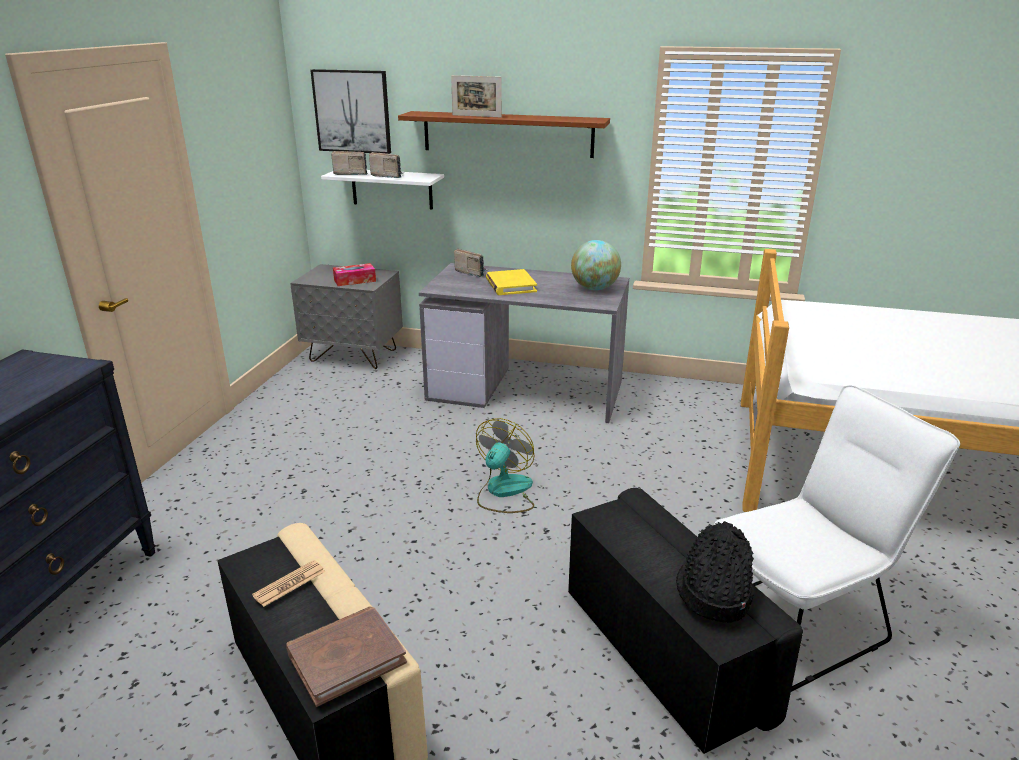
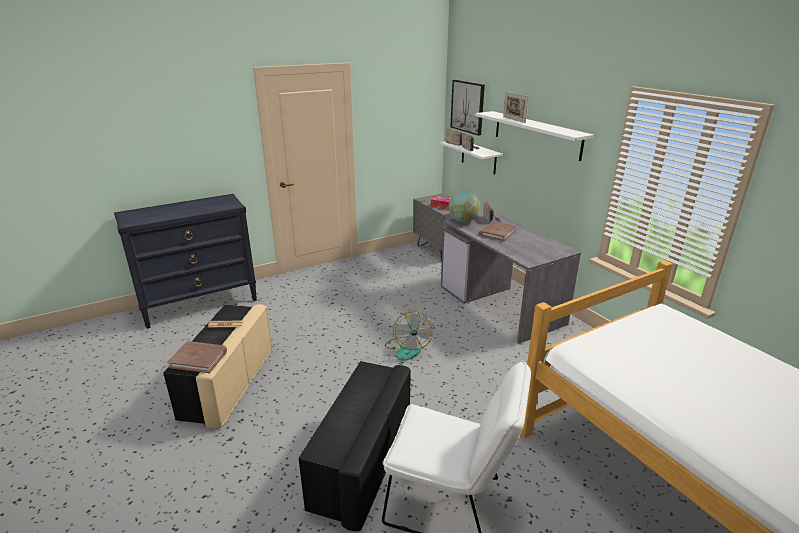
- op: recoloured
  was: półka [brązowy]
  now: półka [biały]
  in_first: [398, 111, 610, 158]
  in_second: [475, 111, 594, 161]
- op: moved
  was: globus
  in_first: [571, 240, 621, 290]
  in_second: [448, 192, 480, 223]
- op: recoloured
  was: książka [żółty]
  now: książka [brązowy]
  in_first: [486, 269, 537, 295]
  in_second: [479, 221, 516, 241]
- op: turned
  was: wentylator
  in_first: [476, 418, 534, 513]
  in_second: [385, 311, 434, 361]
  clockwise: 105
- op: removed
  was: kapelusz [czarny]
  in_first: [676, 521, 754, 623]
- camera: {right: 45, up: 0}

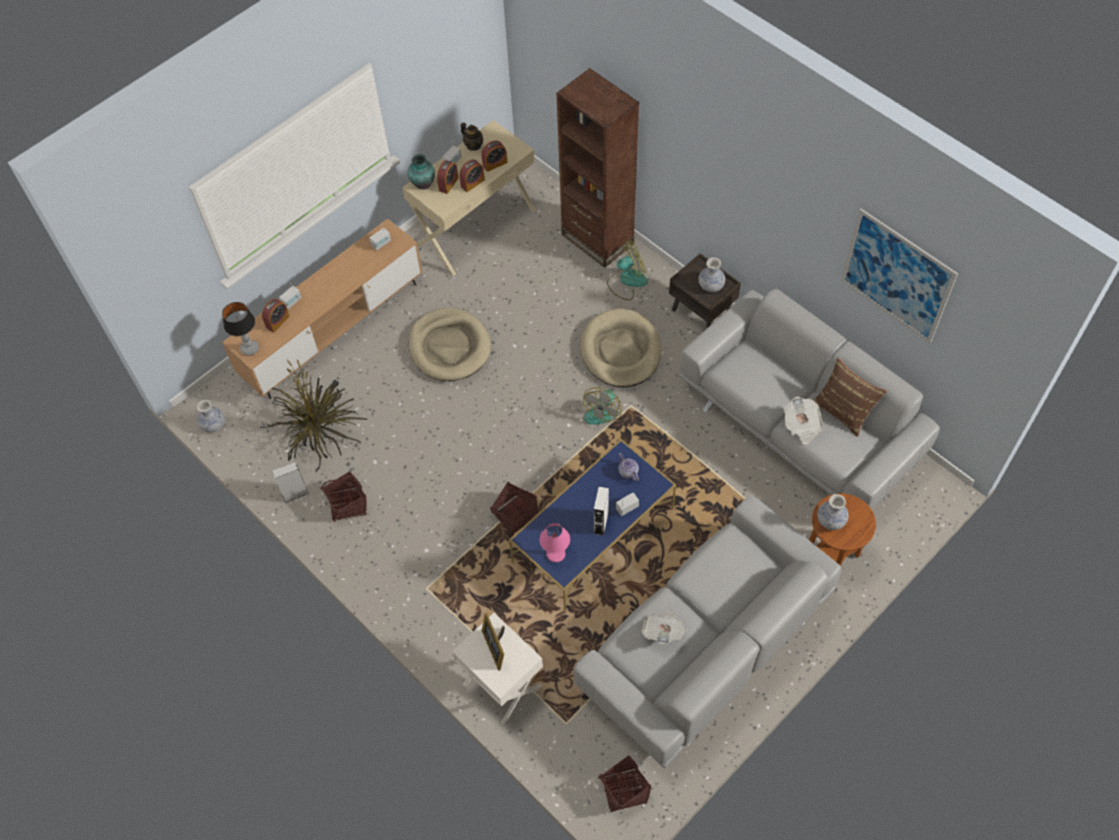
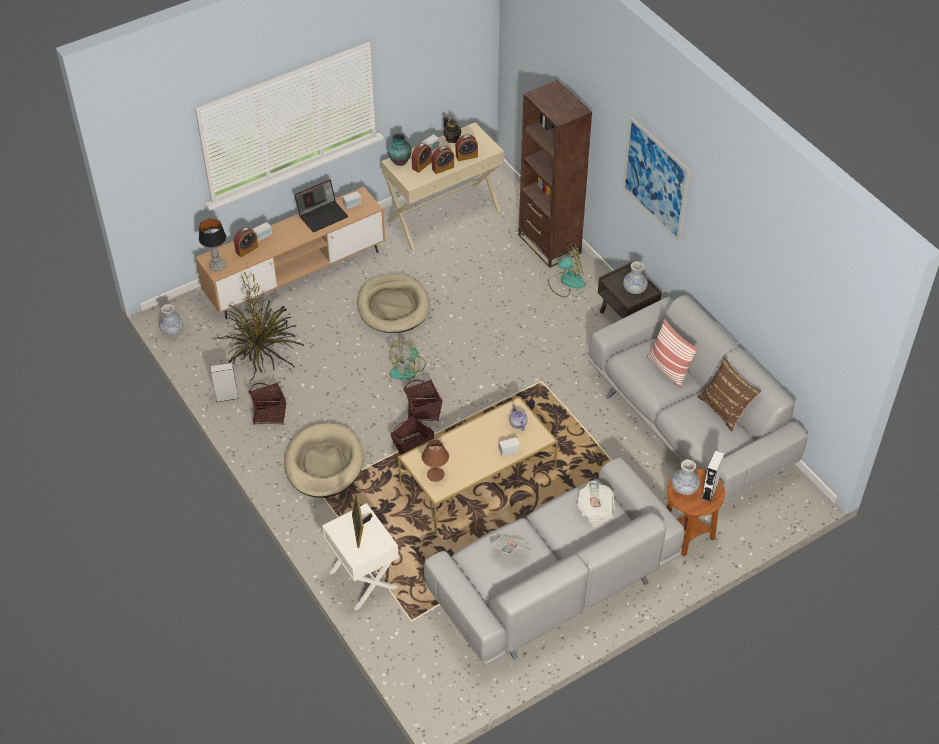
- op: moved
  was: obraz
  in_first: [841, 209, 958, 343]
  in_second: [622, 116, 690, 242]
- op: moved
  was: legowisko [beżowy]
  in_first: [581, 309, 661, 387]
  in_second: [284, 423, 364, 498]
- op: moved
  was: wentylator
  in_first: [583, 387, 622, 425]
  in_second: [389, 342, 426, 379]
- op: moved
  was: gazeta
  in_first: [784, 396, 823, 445]
  in_second: [577, 481, 615, 528]
- op: recoloured
  was: ława [niebieski]
  now: ława [beżowy]
  in_first: [509, 439, 677, 611]
  in_second: [398, 396, 558, 532]
- op: moved
  was: głośnik [biały]
  in_first: [594, 487, 609, 536]
  in_second: [701, 450, 724, 502]
- op: recoloured
  was: lampa stołowa [różowy]
  now: lampa stołowa [brązowy]
  in_first: [539, 523, 570, 563]
  in_second: [422, 439, 449, 482]
- op: moved
  was: koszyk
  in_first: [598, 755, 651, 813]
  in_second: [403, 380, 442, 422]
- op: added
  now: laptop
  in_second: [294, 179, 348, 232]
- op: added
  now: poduszka
  in_second: [647, 319, 698, 387]
- camera: {right: 10, up: -10}

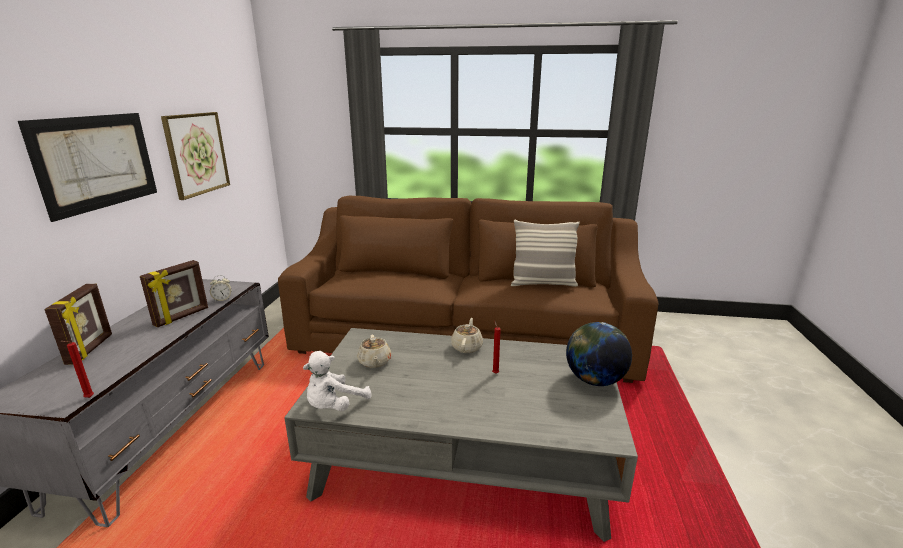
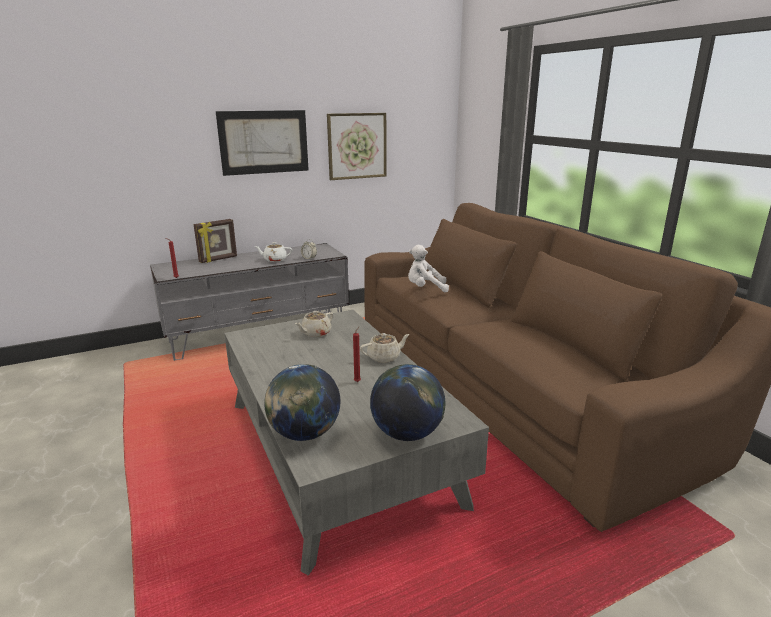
- op: removed
  was: poduszka
  in_first: [511, 220, 580, 287]
- op: replaced
  was: ramka na zdjęcie
  now: imbryk [biały]
  in_first: [140, 260, 208, 327]
  in_second: [254, 242, 292, 262]
- op: moved
  was: pluszak [biały]
  in_first: [303, 351, 372, 411]
  in_second: [408, 245, 449, 292]
- op: added
  now: globus
  in_second: [264, 364, 341, 441]
- camera: {right: 55, up: 0}

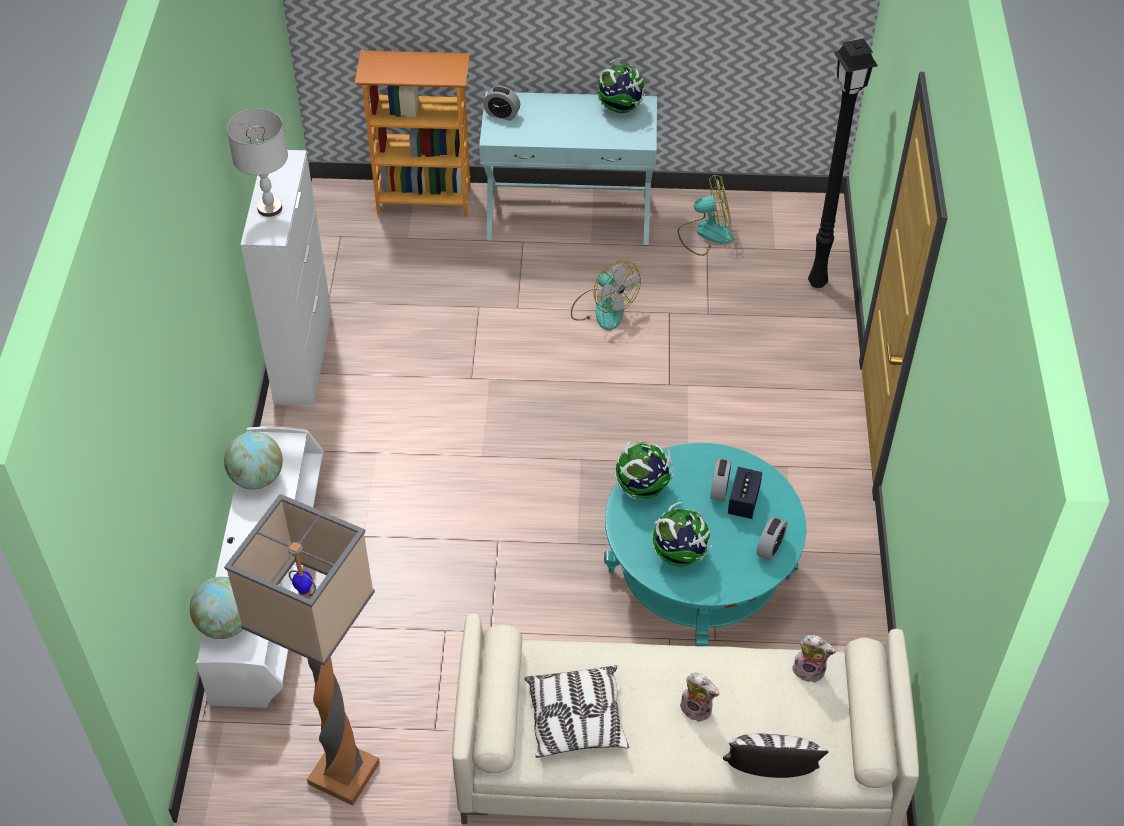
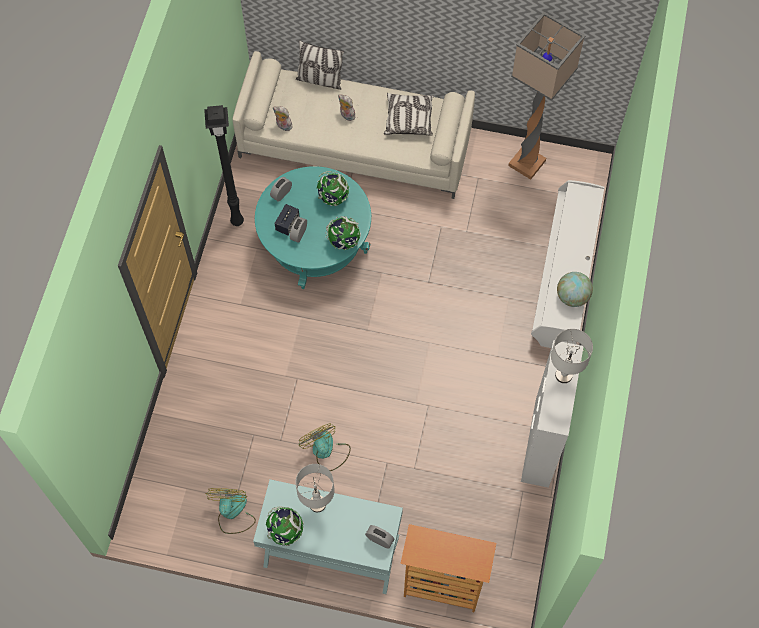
- op: moved
  was: lampa stojąca [czarny]
  in_first: [808, 39, 878, 288]
  in_second: [204, 105, 244, 226]
- op: turned
  was: wentylator
  in_first: [678, 175, 734, 256]
  in_second: [206, 488, 256, 534]
  clockwise: 90
- op: removed
  was: globus
  in_first: [190, 577, 244, 639]
- op: added
  now: lampa stołowa [szary]
  in_second: [295, 464, 335, 512]
- camera: {right: -170, up: 15}

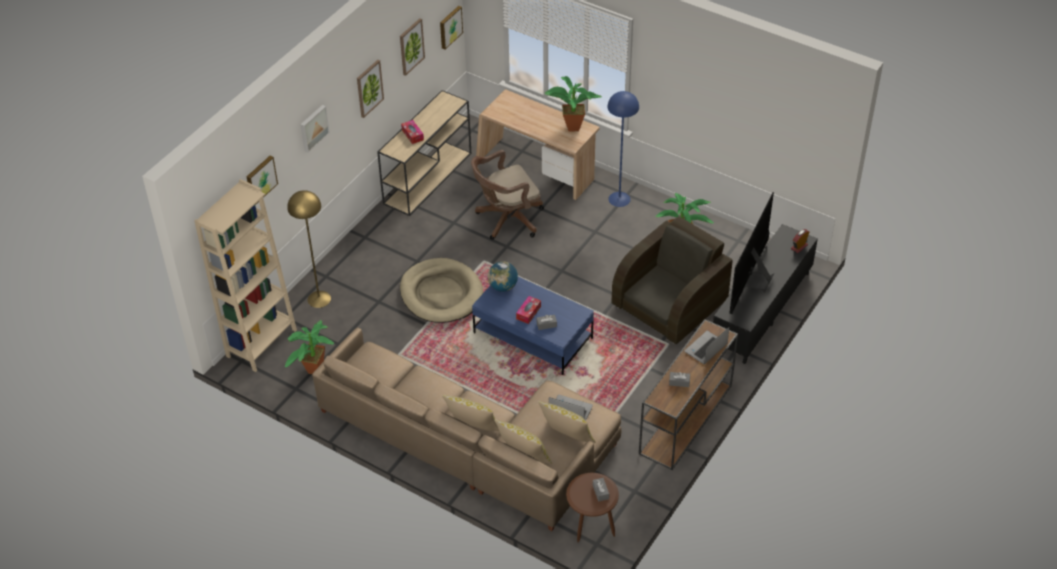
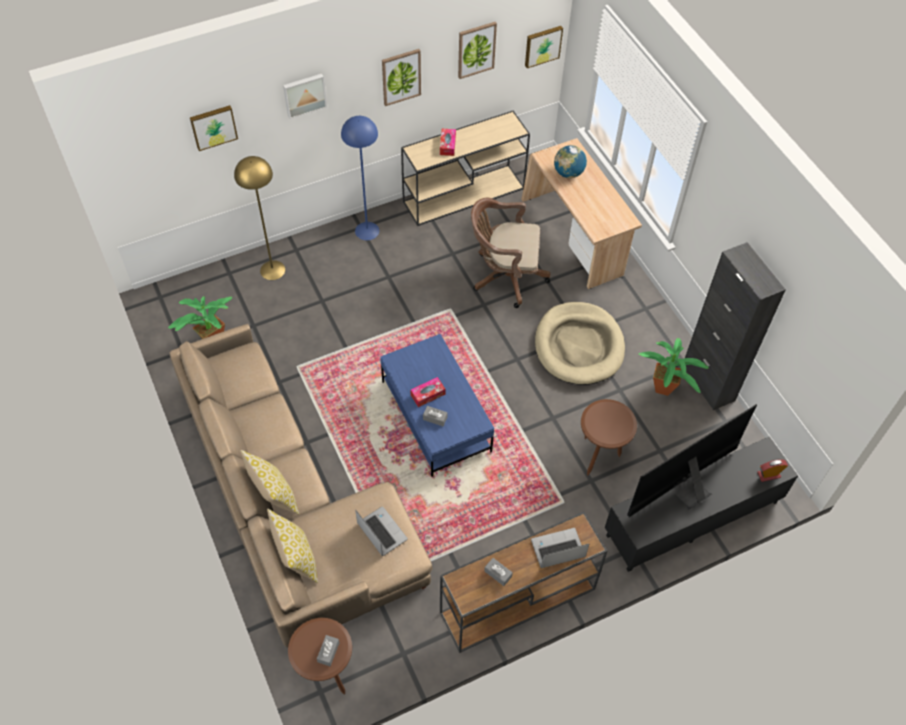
- op: removed
  was: roślina doniczkowa
  in_first: [544, 76, 602, 132]
- op: moved
  was: lampa stojąca [niebieski]
  in_first: [607, 91, 639, 207]
  in_second: [341, 116, 379, 240]
- op: removed
  was: regał [beżowy]
  in_first: [194, 179, 297, 372]
- op: replaced
  was: fotel [brązowy]
  now: stolik [brązowy]
  in_first: [612, 216, 733, 344]
  in_second: [581, 399, 637, 475]
- op: moved
  was: legowisko [beżowy]
  in_first: [400, 258, 484, 323]
  in_second: [535, 302, 625, 385]
- op: moved
  was: globus
  in_first: [488, 261, 518, 292]
  in_second: [554, 145, 587, 178]
- op: removed
  was: poduszka
  in_first: [538, 401, 595, 443]
- op: added
  now: szafka [czarny]
  in_second: [685, 242, 786, 410]
- camera: {right: 30, up: 10}

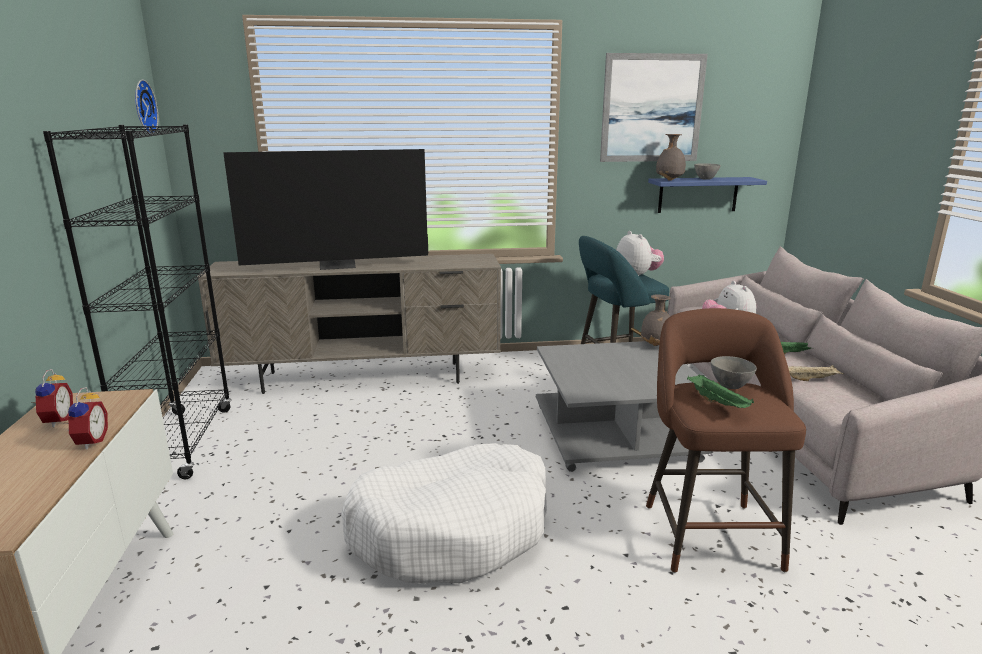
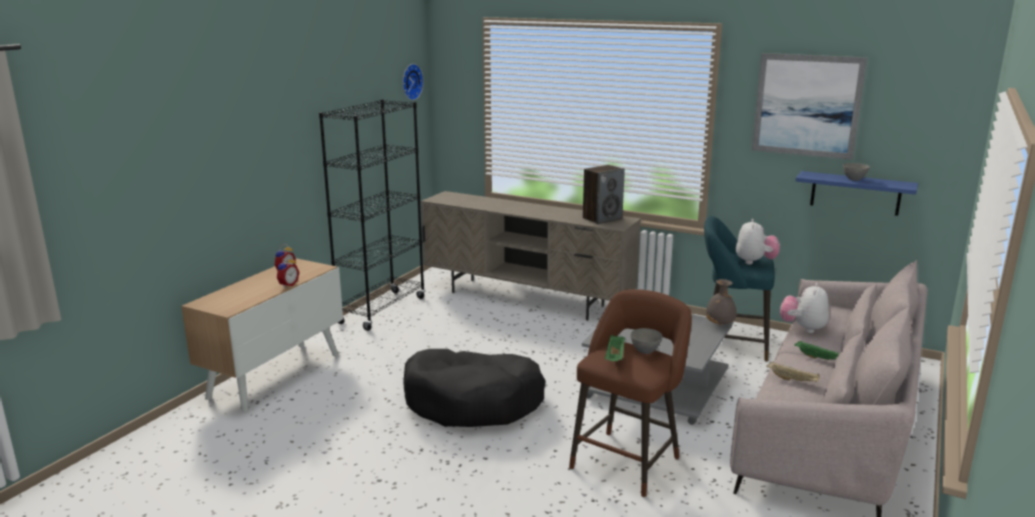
- op: removed
  was: wazon [szary]
  in_first: [656, 134, 686, 181]
- op: removed
  was: telewizor
  in_first: [223, 149, 428, 270]
- op: recoloured
  was: legowisko [biały]
  now: legowisko [czarny]
  in_first: [341, 443, 547, 584]
  in_second: [403, 349, 546, 427]
- op: added
  now: głośnik
  in_second: [583, 165, 625, 224]
- camera: {right: 35, up: 0}

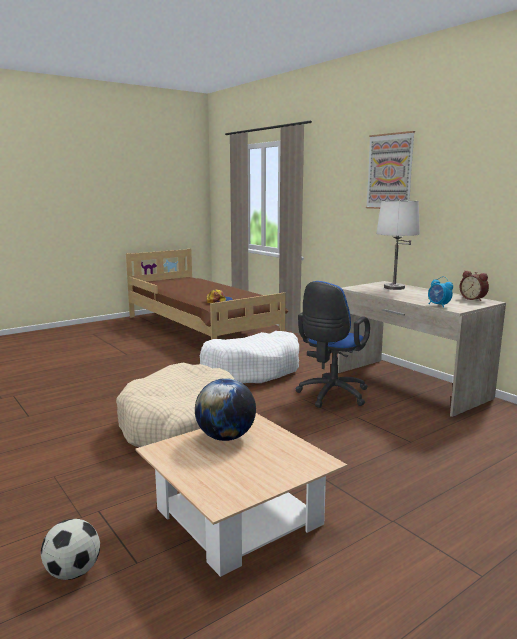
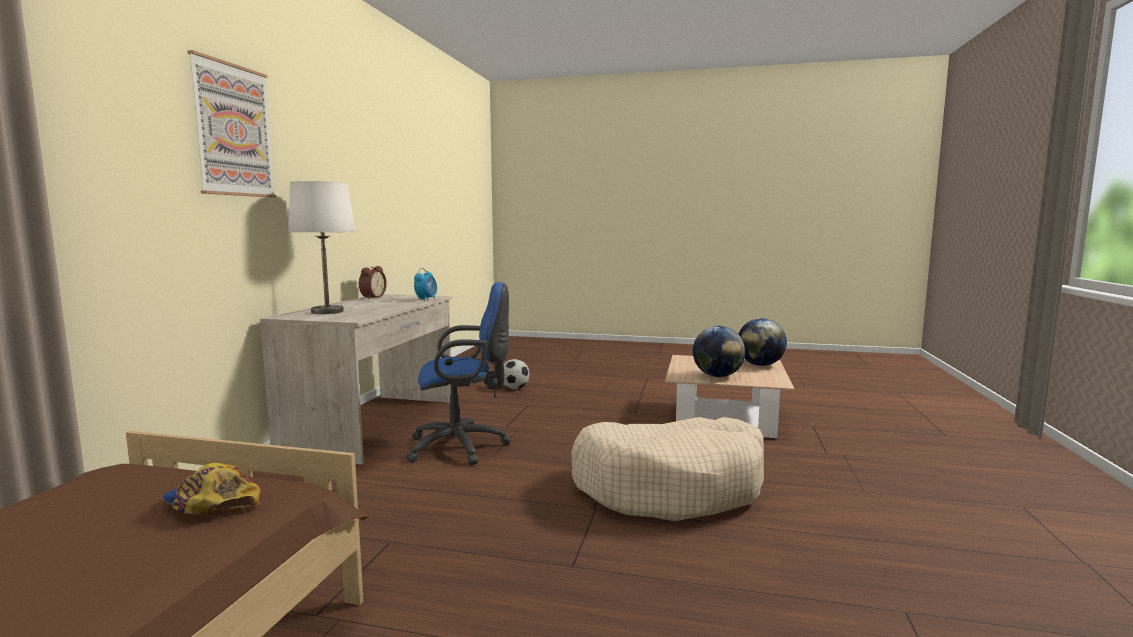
- op: removed
  was: legowisko [biały]
  in_first: [200, 331, 299, 383]
- op: moved
  was: piłka futbolowa
  in_first: [41, 519, 100, 580]
  in_second: [503, 359, 530, 389]
- op: added
  now: globus
  in_second: [739, 318, 787, 366]
- camera: {right: -130, up: -5}

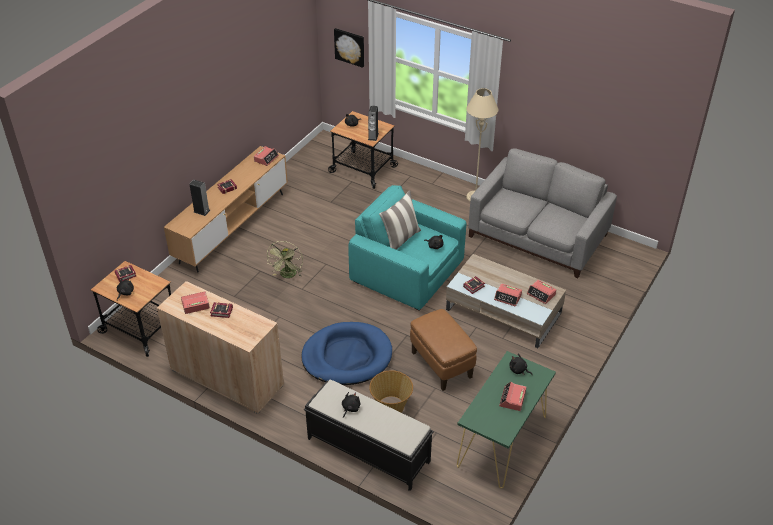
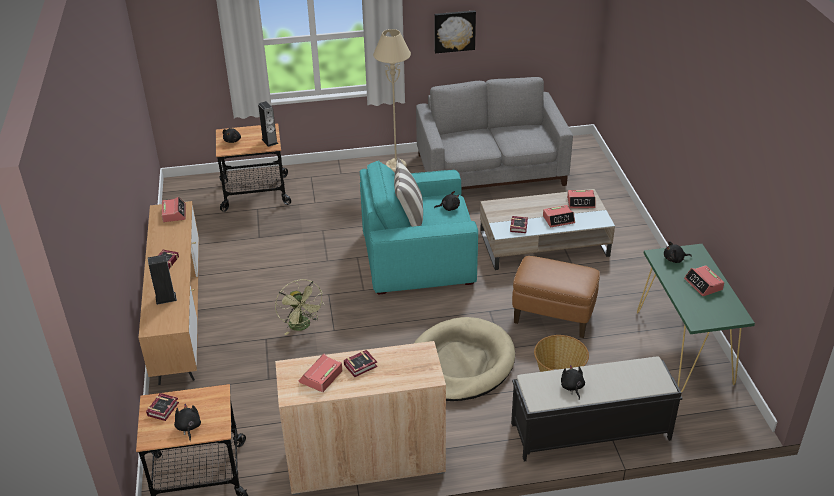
- op: moved
  was: obraz
  in_first: [334, 28, 364, 68]
  in_second: [434, 10, 476, 53]
- op: recoloured
  was: legowisko [niebieski]
  now: legowisko [beżowy]
  in_first: [301, 322, 392, 385]
  in_second: [414, 317, 515, 401]
- camera: {right: -40, up: -5}

